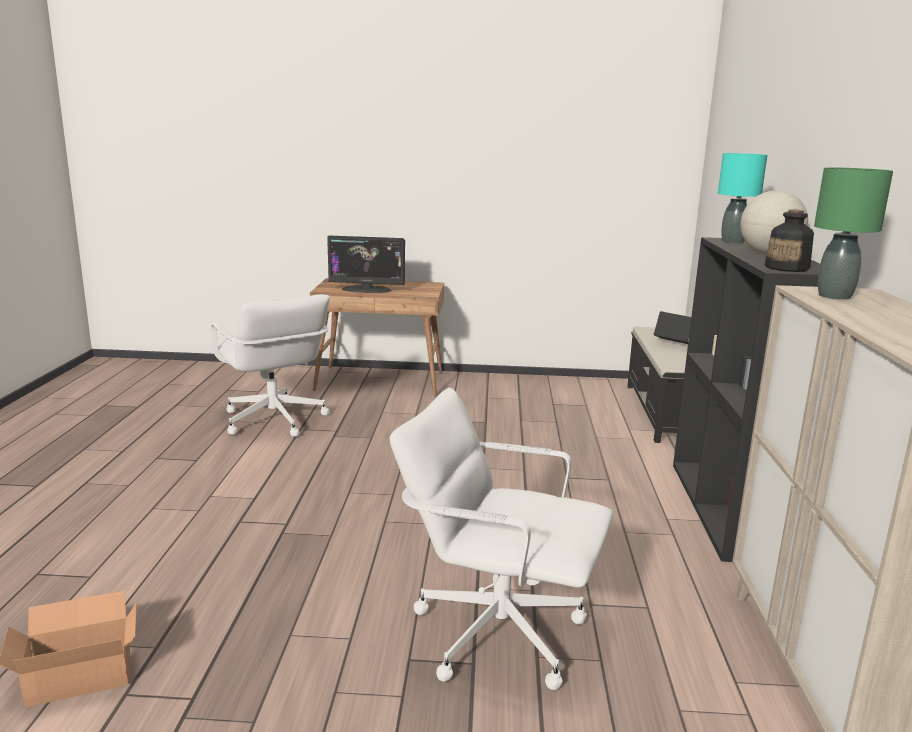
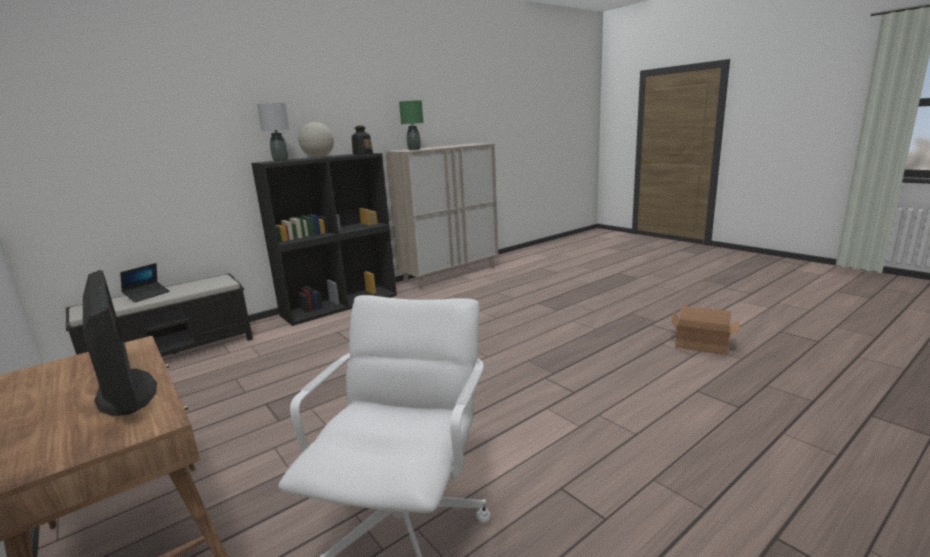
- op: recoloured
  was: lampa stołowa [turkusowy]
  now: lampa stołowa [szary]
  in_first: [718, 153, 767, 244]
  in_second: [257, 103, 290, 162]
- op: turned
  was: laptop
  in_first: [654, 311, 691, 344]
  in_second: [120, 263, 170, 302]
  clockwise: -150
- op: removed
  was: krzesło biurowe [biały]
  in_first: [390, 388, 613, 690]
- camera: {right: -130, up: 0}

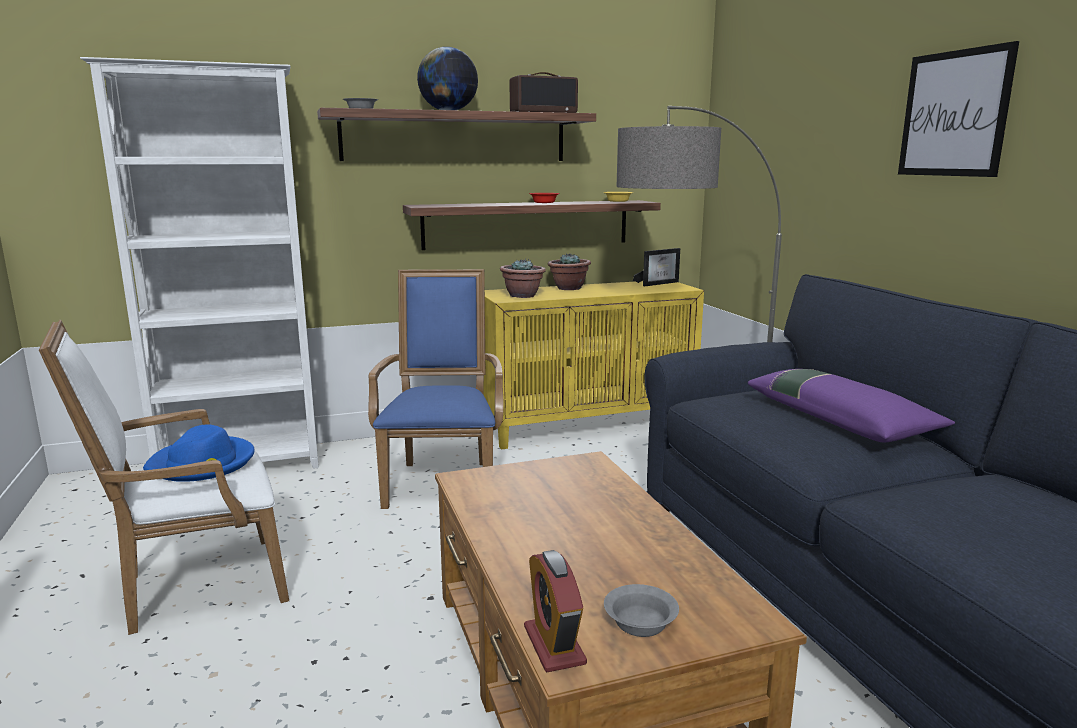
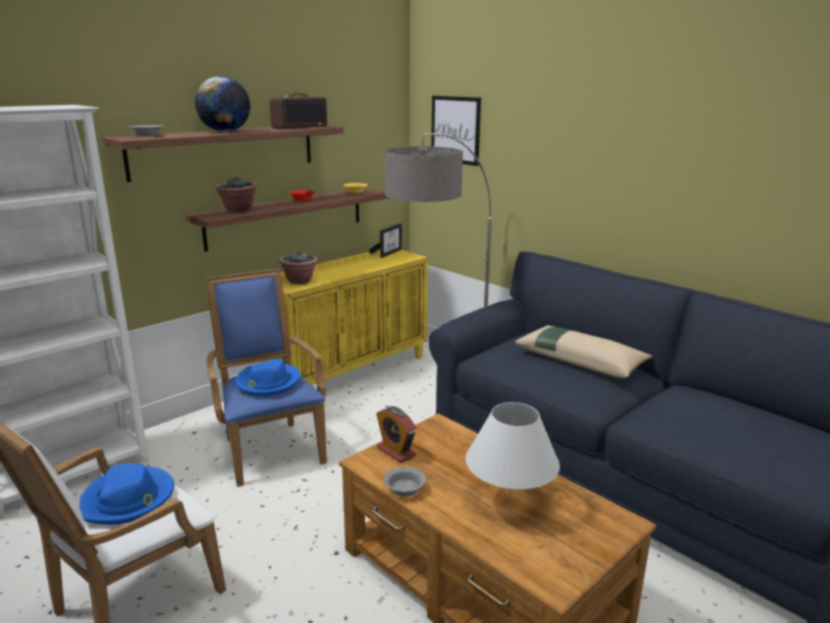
- op: moved
  was: obraz
  in_first: [898, 41, 1019, 177]
  in_second: [431, 96, 481, 166]
- op: moved
  was: roślina doniczkowa
  in_first: [548, 253, 591, 290]
  in_second: [215, 178, 257, 213]
- op: recoloured
  was: poduszka [fioletowy]
  now: poduszka [beżowy]
  in_first: [748, 369, 955, 442]
  in_second: [515, 326, 653, 378]
- op: moved
  was: budzik
  in_first: [524, 550, 587, 672]
  in_second: [376, 406, 417, 463]
- op: moved
  was: miska [szary]
  in_first: [604, 584, 679, 637]
  in_second: [383, 467, 426, 497]
- op: added
  now: kapelusz [niebieski]
  in_second: [235, 359, 300, 396]
- op: added
  now: lampa stołowa [biały]
  in_second: [466, 402, 560, 504]
- camera: {right: -25, up: 5}

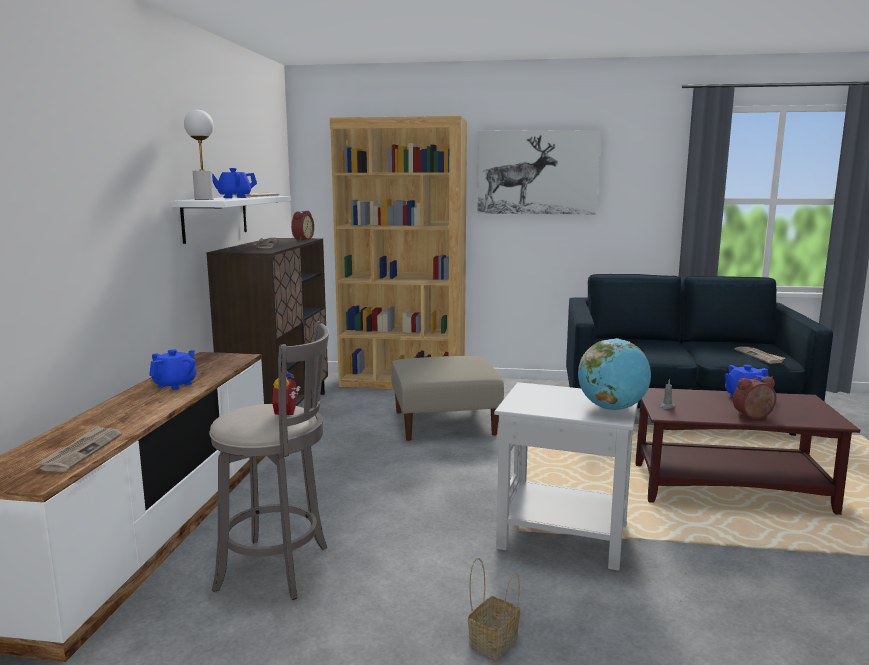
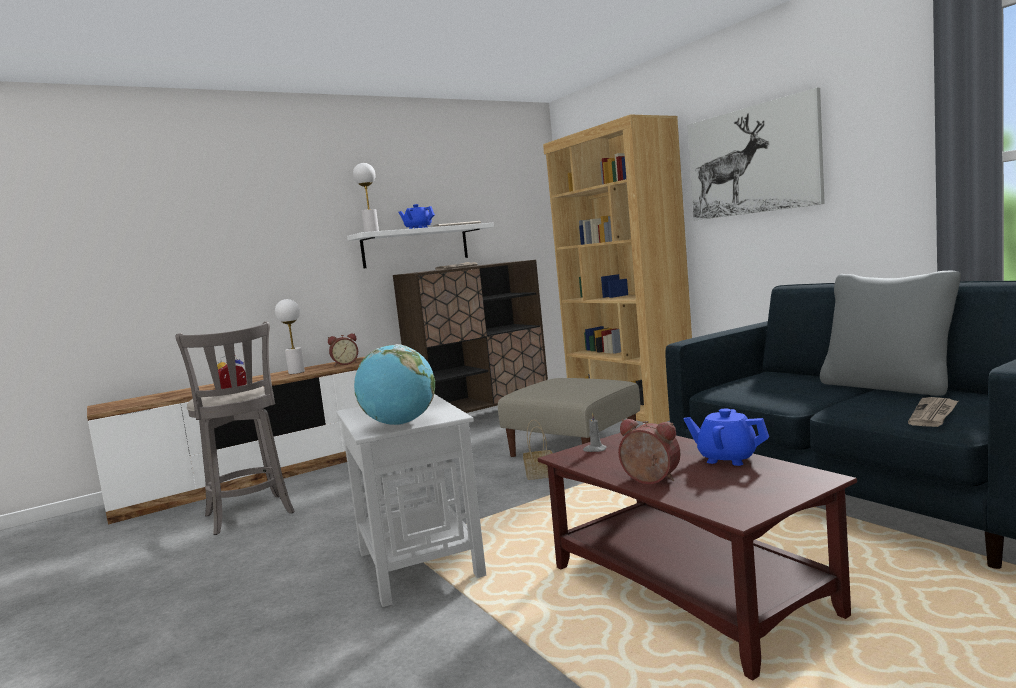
- op: moved
  was: budzik
  in_first: [291, 211, 314, 240]
  in_second: [328, 333, 358, 366]
- op: replaced
  was: imbryk [niebieski]
  now: lampa stołowa [biały]
  in_first: [149, 349, 196, 390]
  in_second: [275, 299, 305, 374]
- op: removed
  was: gazeta
  in_first: [37, 425, 122, 472]
- op: moved
  was: koszyk
  in_first: [468, 558, 520, 660]
  in_second: [523, 420, 552, 480]
- op: added
  now: poduszka [szary]
  in_second: [820, 271, 961, 396]
- camera: {right: 50, up: -5}

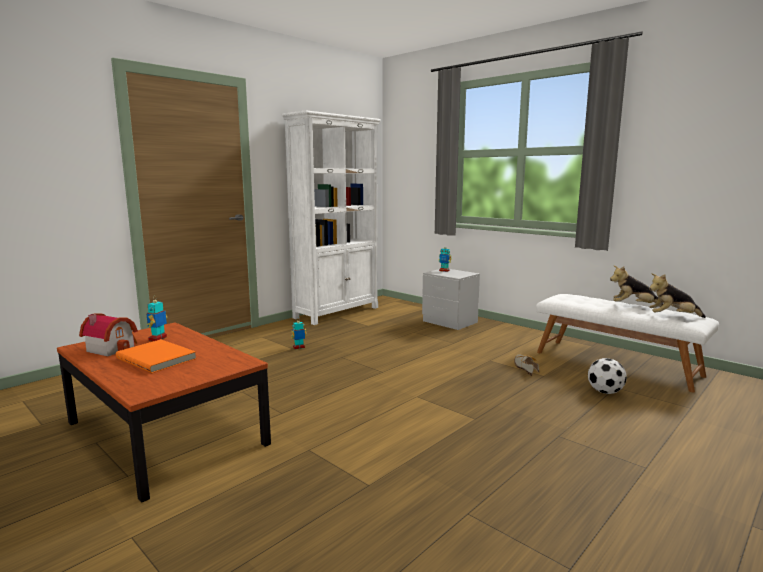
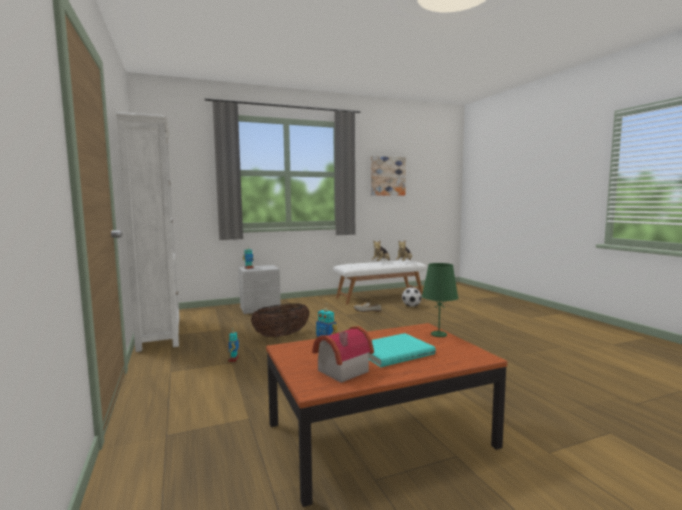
- op: recoloured
  was: książka [pomarańczowy]
  now: książka [turkusowy]
  in_first: [116, 339, 197, 373]
  in_second: [368, 333, 436, 367]
- op: added
  now: obraz
  in_second: [371, 156, 406, 196]
- op: added
  now: lampa stołowa [zielony]
  in_second: [422, 263, 459, 337]
- op: added
  now: koszyk
  in_second: [251, 303, 310, 337]
- camera: {right: -65, up: -5}

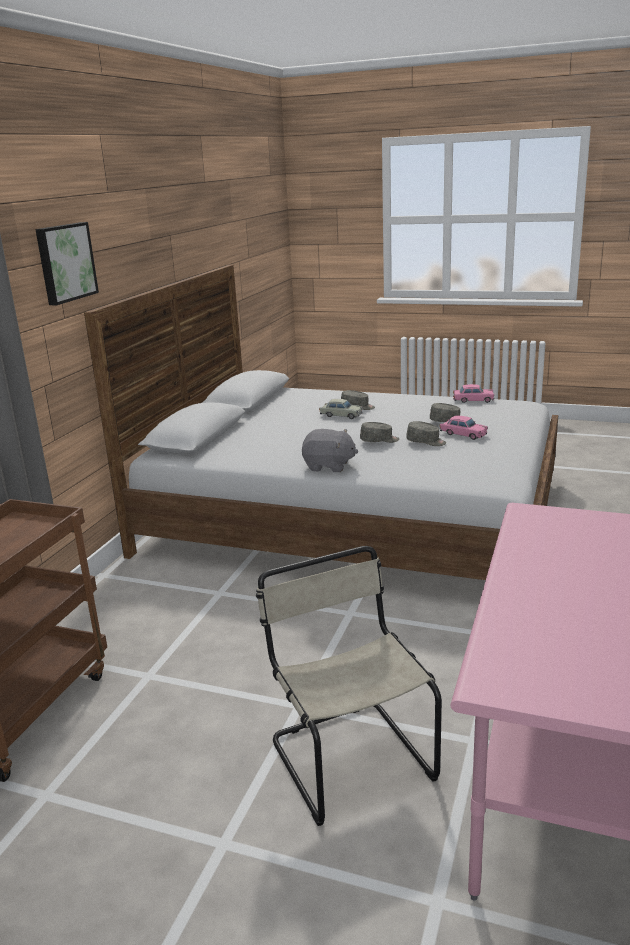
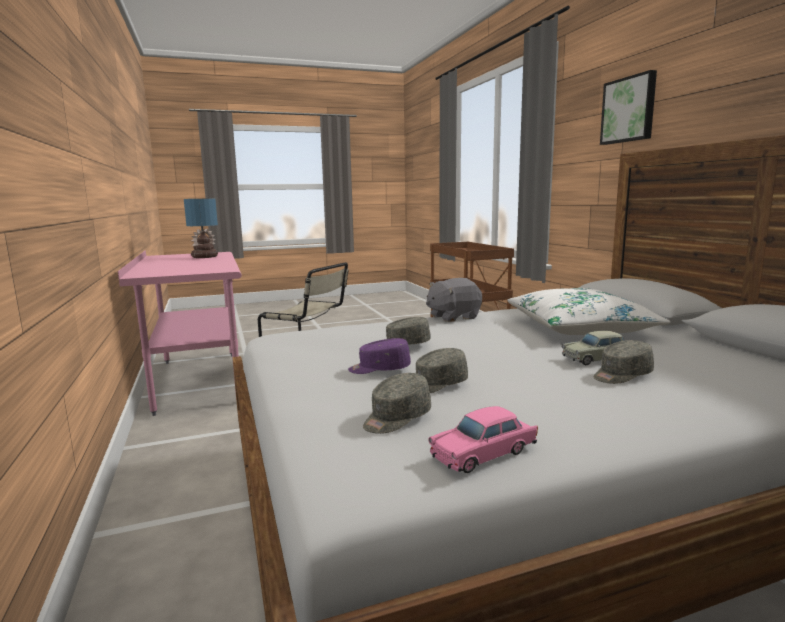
- op: replaced
  was: samochodzik [różowy]
  now: czapka z daszkiem [fioletowy]
  in_first: [440, 416, 488, 440]
  in_second: [348, 338, 411, 374]
- op: moved
  was: czapka z daszkiem [szary]
  in_first: [360, 422, 399, 443]
  in_second: [363, 373, 431, 434]
- op: added
  now: lampa stołowa
  in_second: [184, 198, 218, 258]
- op: added
  now: poduszka [biały]
  in_second: [507, 288, 670, 335]
- camera: {right: 140, up: -10}

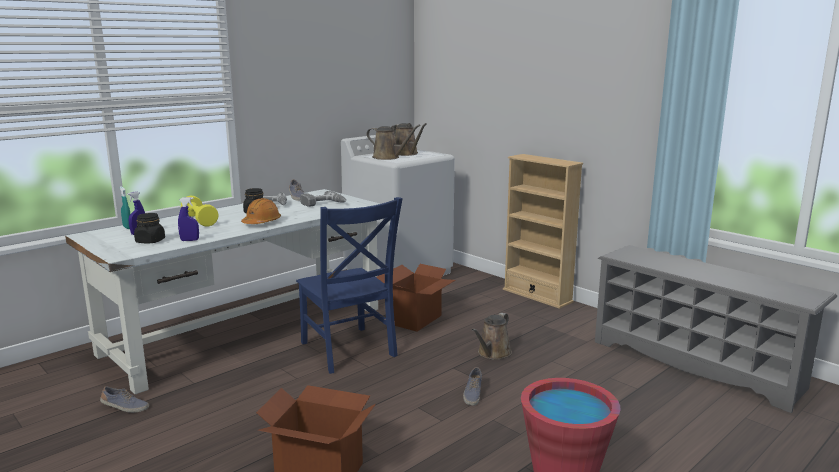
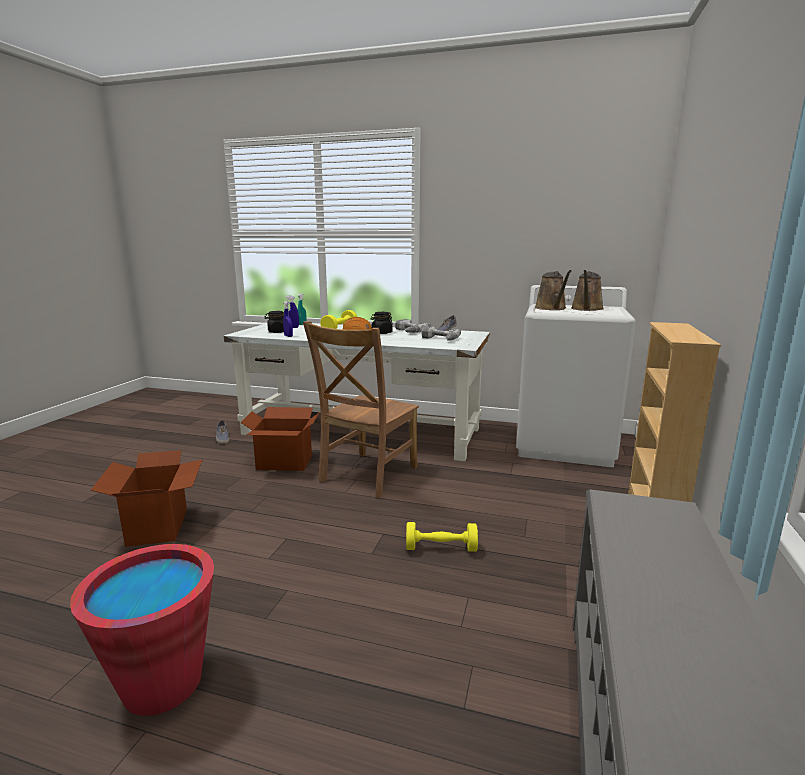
- op: recoloured
  was: krzesło [niebieski]
  now: krzesło [brązowy]
  in_first: [296, 197, 403, 374]
  in_second: [303, 321, 419, 498]
- op: moved
  was: karton
  in_first: [376, 264, 456, 332]
  in_second: [241, 407, 320, 471]
- op: replaced
  was: konewka [brązowy]
  now: hantel [żółty]
  in_first: [472, 313, 512, 360]
  in_second: [406, 522, 478, 552]
- op: removed
  was: but
  in_first: [463, 367, 482, 406]
- camera: {right: 60, up: 0}

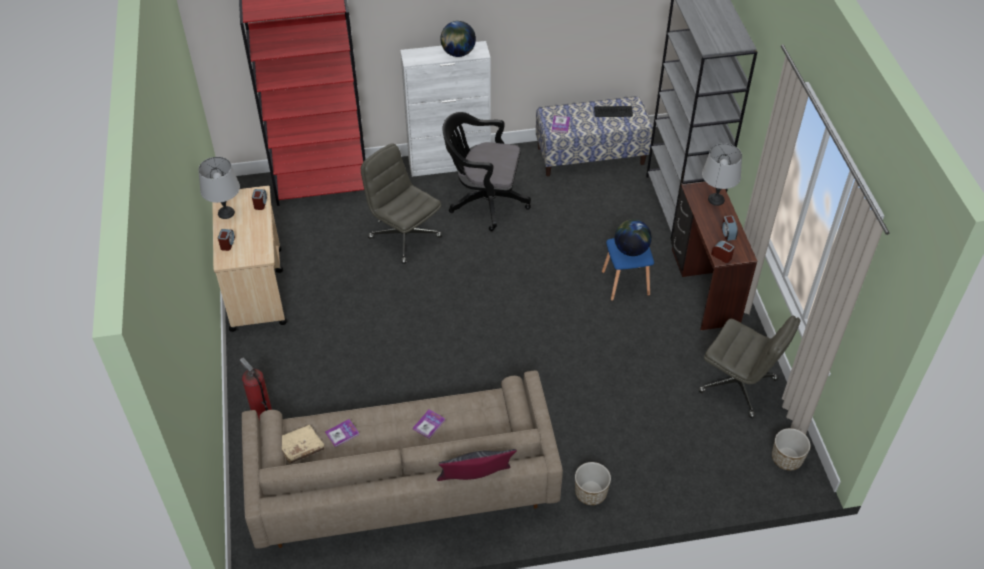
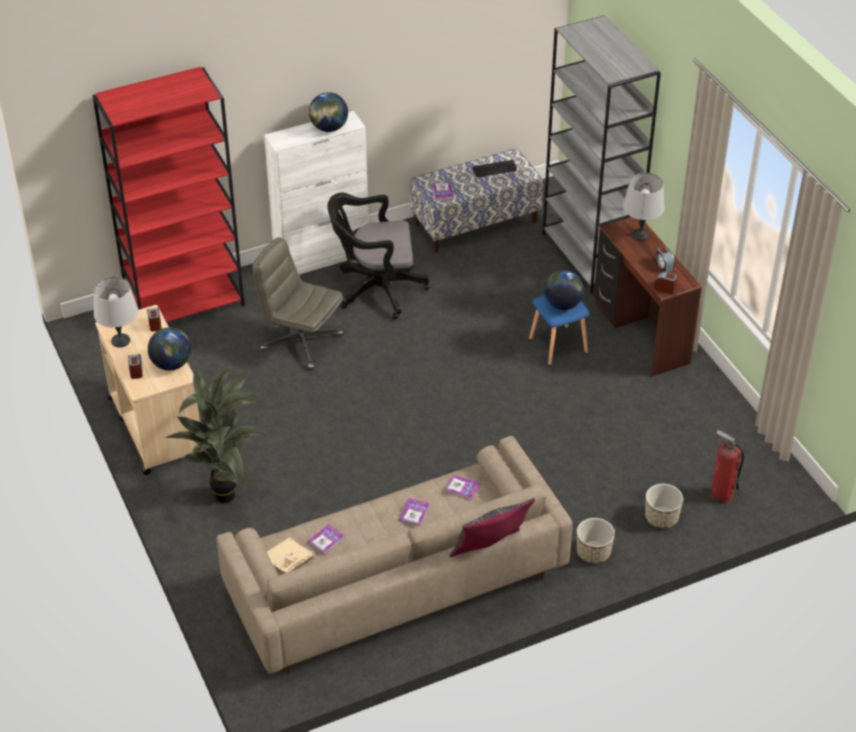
- op: removed
  was: krzesło biurowe [szary]
  in_first: [698, 316, 800, 418]
- op: moved
  was: gaśnica
  in_first: [240, 357, 272, 422]
  in_second: [710, 430, 744, 504]
- op: moved
  was: donica
  in_first: [772, 428, 811, 471]
  in_second: [645, 484, 683, 529]
- op: added
  now: globus
  in_second: [148, 327, 191, 371]
- op: added
  now: roślina doniczkowa
  in_second: [165, 366, 271, 504]
- op: added
  now: książka
  in_second: [446, 475, 481, 500]
- camera: {right: -15, up: -5}

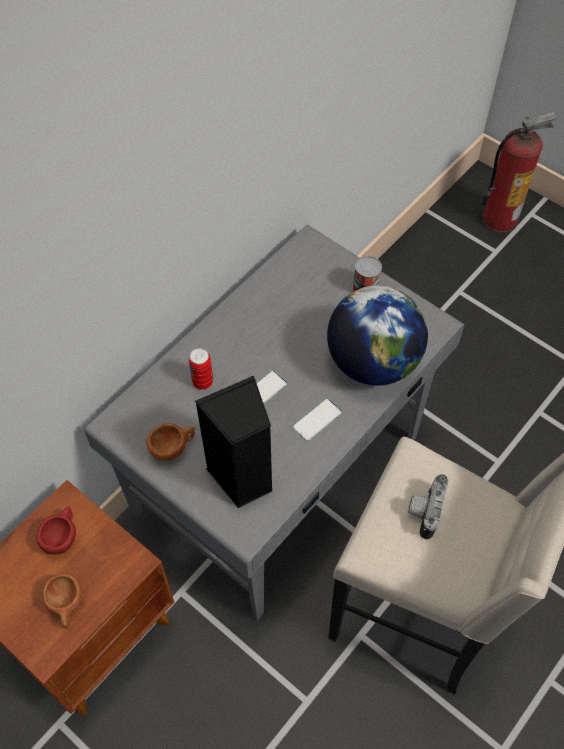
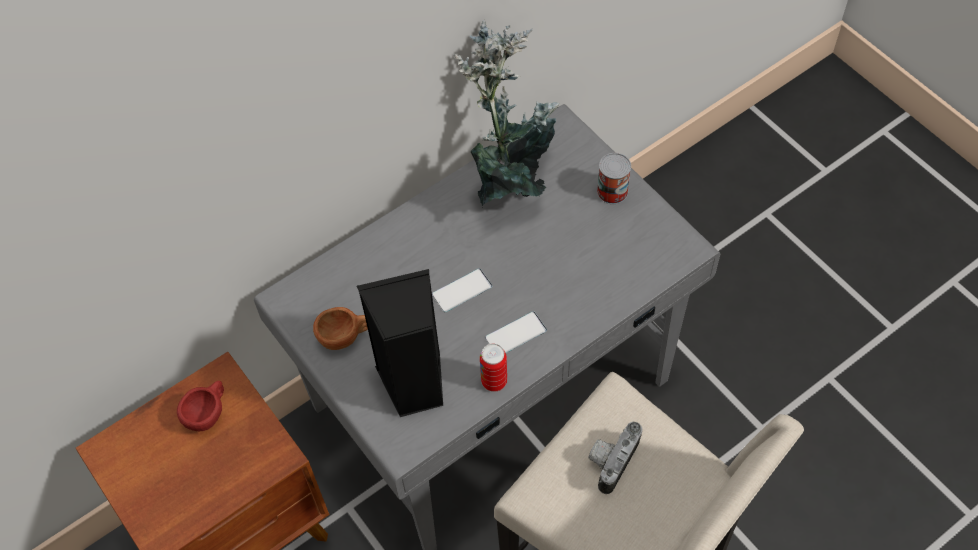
- op: removed
  was: gaśnica
  in_first: [481, 112, 557, 233]
- op: removed
  was: globus
  in_first: [327, 285, 428, 386]
- op: moved
  was: puszka
  in_first: [189, 348, 213, 390]
  in_second: [480, 344, 507, 392]
- op: removed
  was: filiżanka [brązowy]
  in_first: [42, 573, 82, 629]
- op: added
  now: roślina doniczkowa
  in_second: [454, 20, 560, 207]
- camera: {right: 15, up: 0}

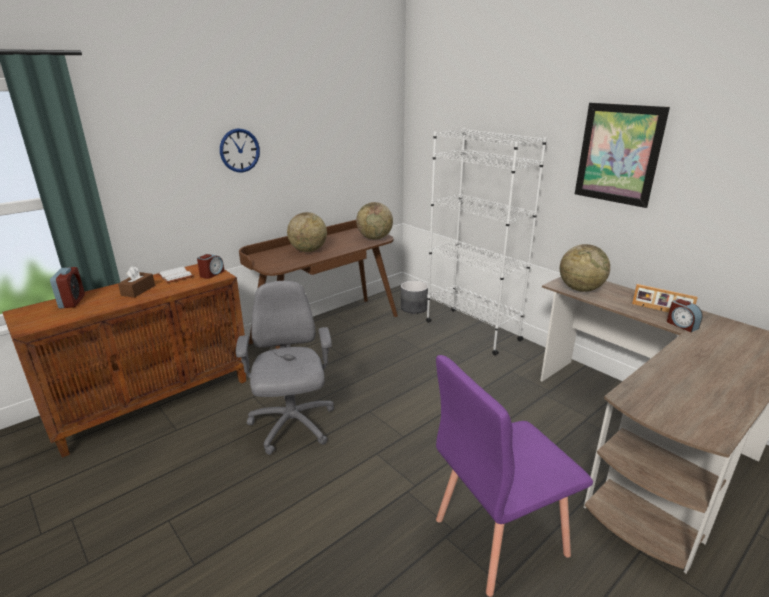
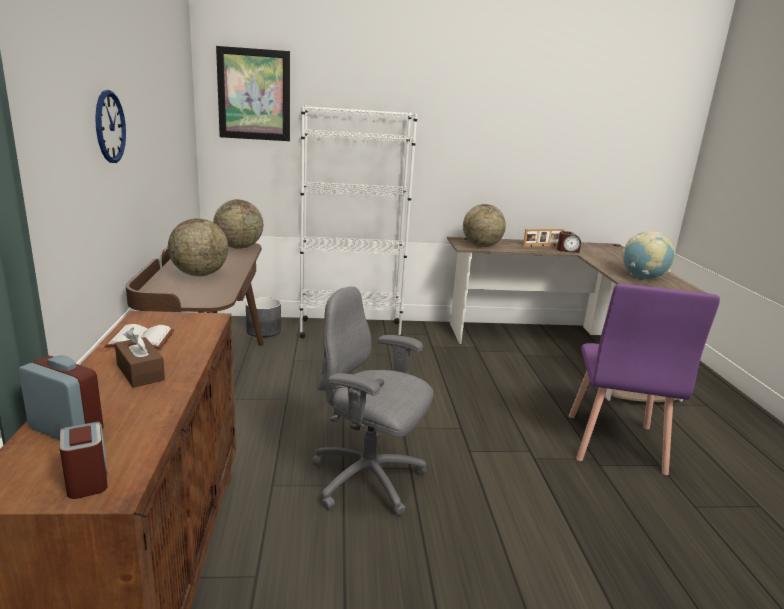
- op: moved
  was: obraz
  in_first: [575, 103, 670, 208]
  in_second: [216, 46, 290, 141]
- op: moved
  was: budzik
  in_first: [197, 254, 224, 279]
  in_second: [60, 421, 108, 499]
- op: added
  now: globus
  in_second: [622, 231, 674, 279]
- camera: {right: -55, up: -5}

